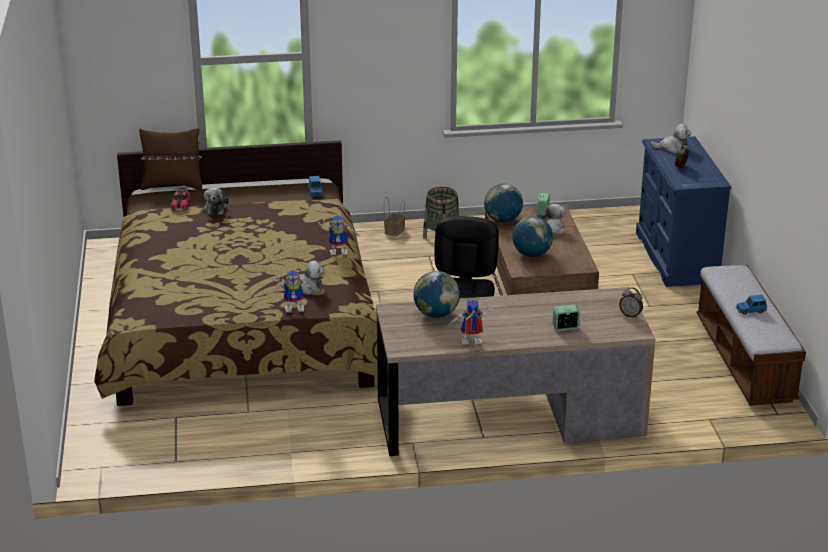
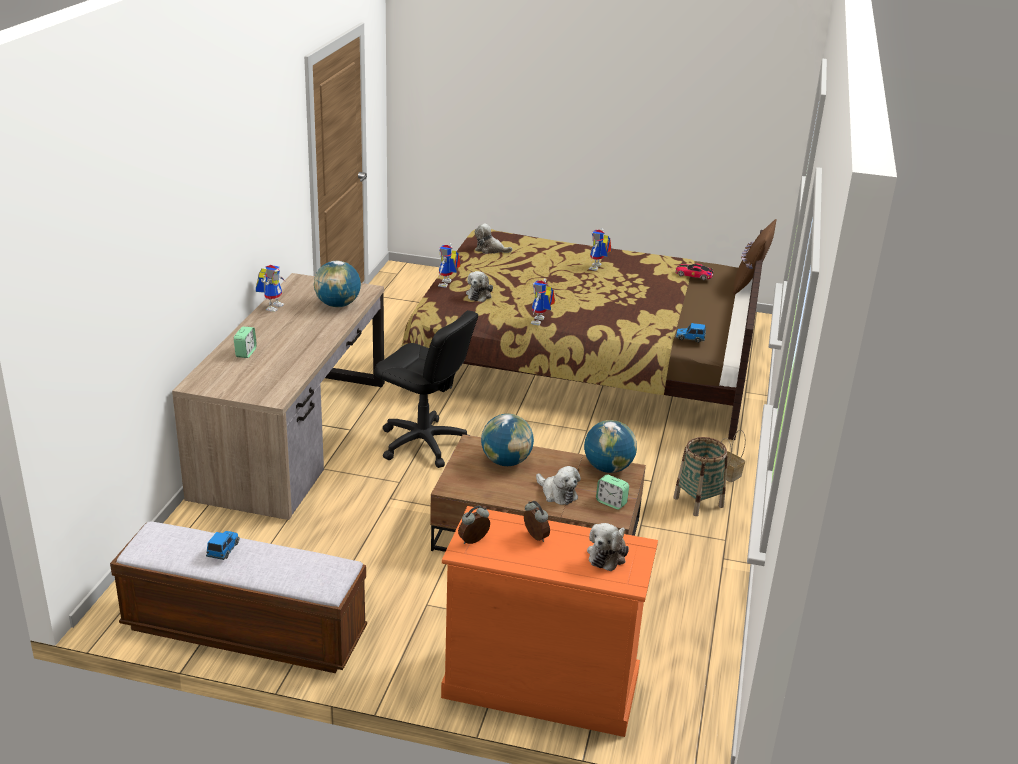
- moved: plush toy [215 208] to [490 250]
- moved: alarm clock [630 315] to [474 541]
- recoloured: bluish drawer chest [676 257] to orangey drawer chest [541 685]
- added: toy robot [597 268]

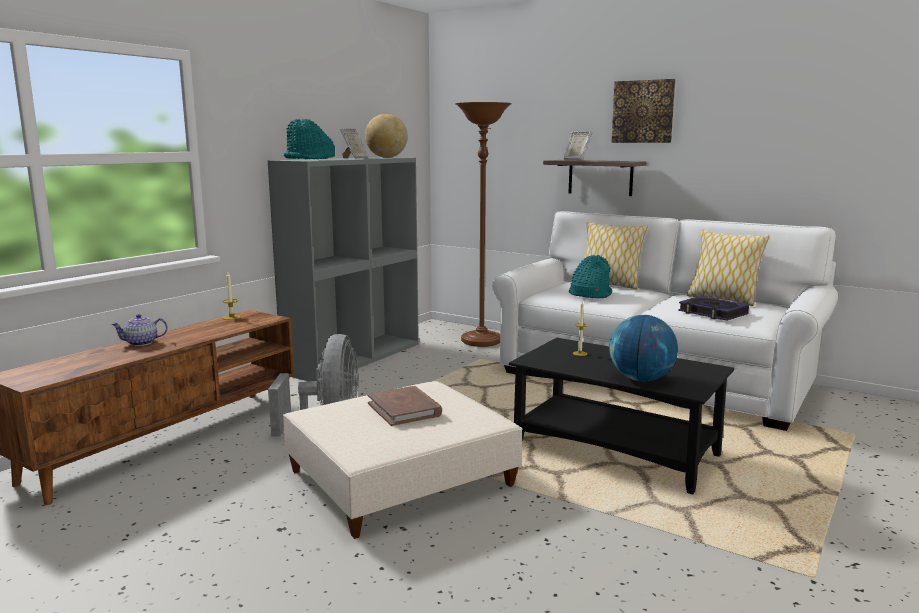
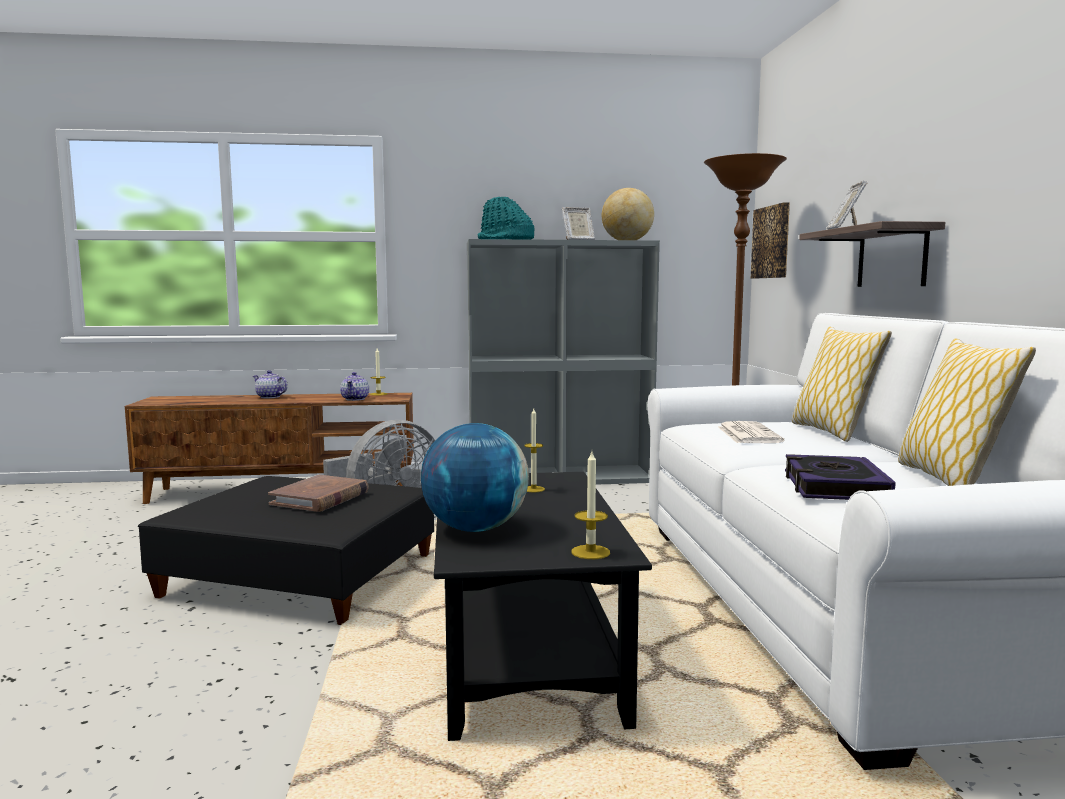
- recoloured: beige ottoman [400 478] to black-coloured ottoman [300 575]
- replaced: turquoise-coloured wearable hat [589 294] to newspaper [747 434]
- moved: wall art [643 111] to [772 242]
- added: tea pot [355 399]
- added: wax candle [590 552]

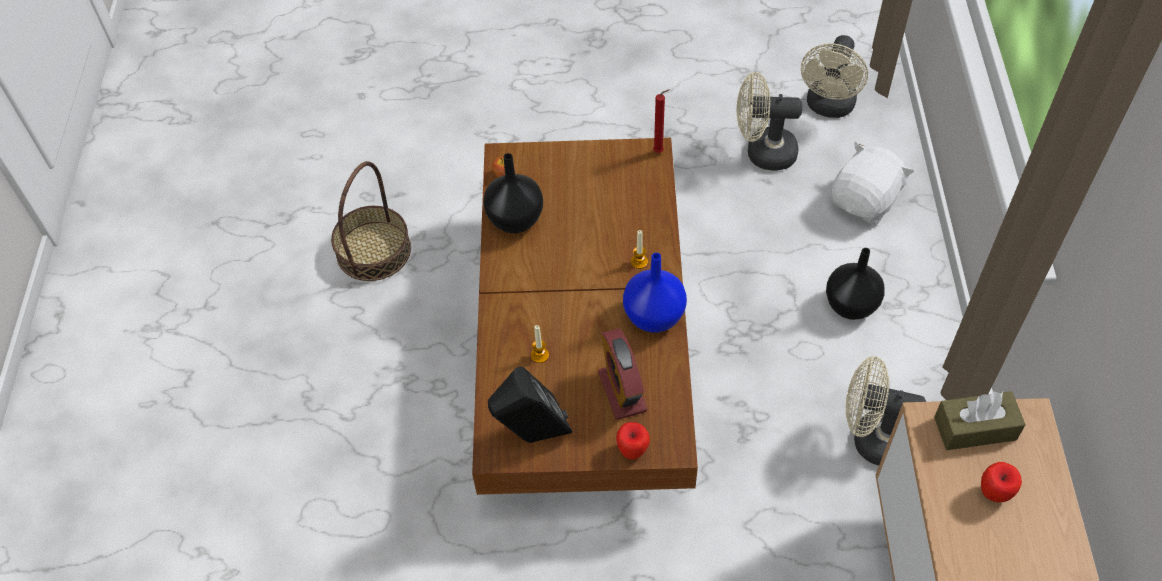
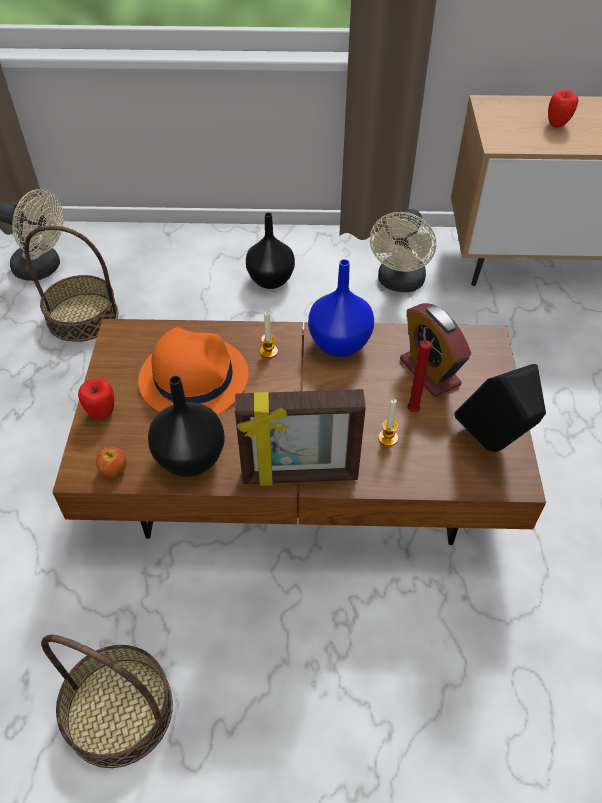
- turned: alarm clock [622 391] = [429 372] 75 degrees clockwise
- moved: apple [632 451] to [102 413]
- moved: red wax candle [660 151] to [412 409]
- replaced: beige fan [762 152] to basket [83 317]
- removed: whitish plush toy [865 201]
- removed: brown tissue box [975 428]
- added: orangey wearable hat [193 377]
- added: photo frame [300 476]

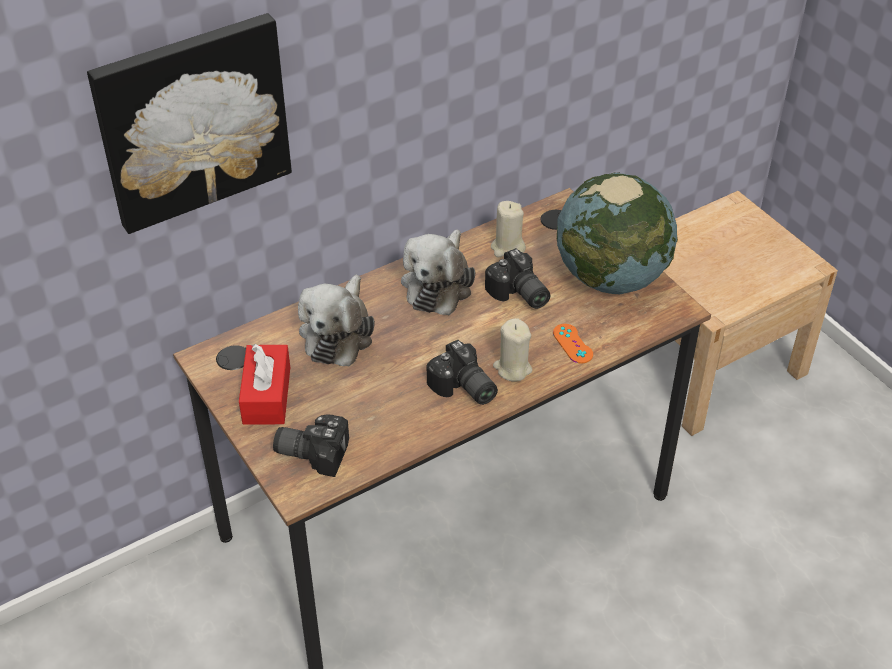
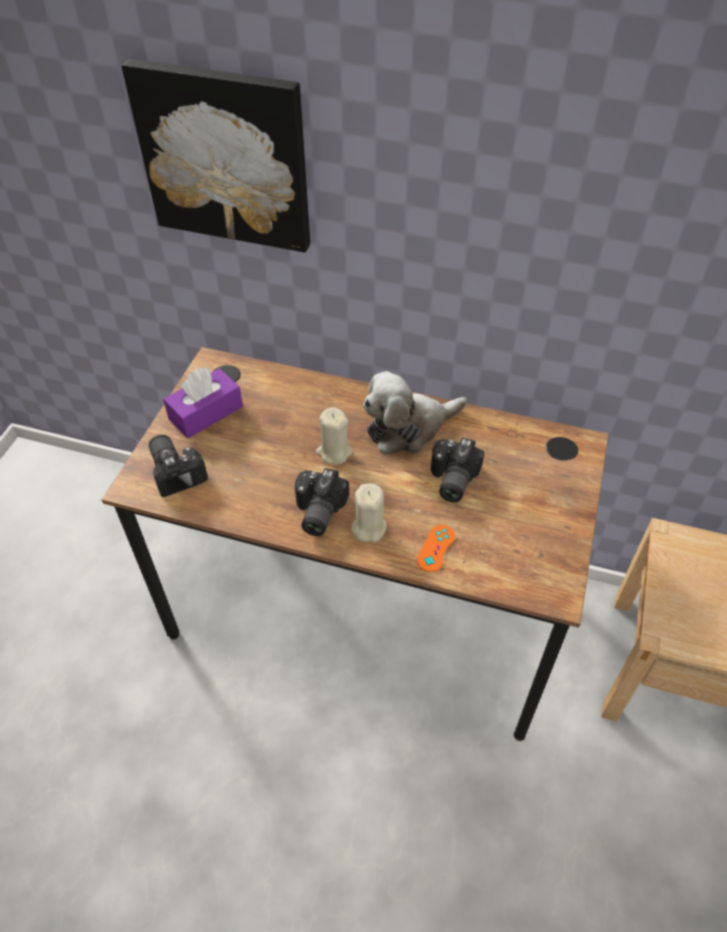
- recoloured: red tissue box [266 395] to purple-coloured tissue box [206 413]
- removed: plush toy [338 333]
- moved: beige wax candle [507 248] to [334 452]
- removed: world globe [611 278]

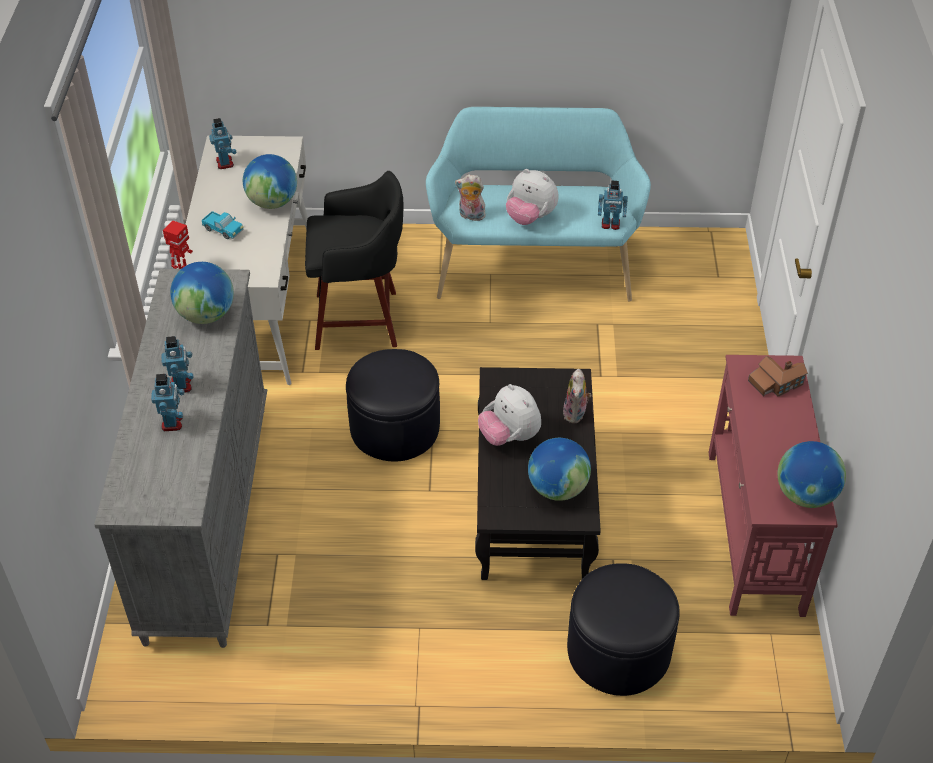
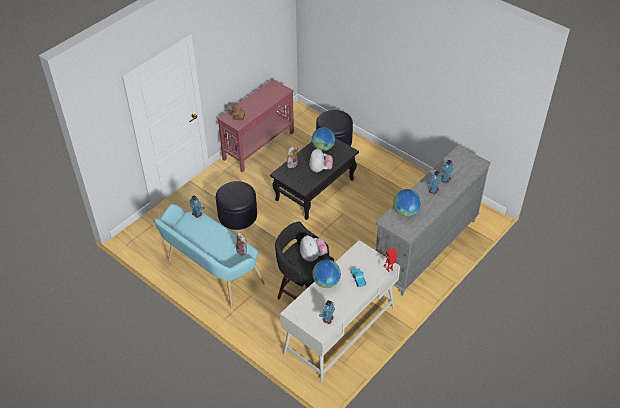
- moved: black-coloured ottoman [394 428] to [237 215]
- moved: plush toy [530 217] to [313 256]
- removed: world globe [805 495]

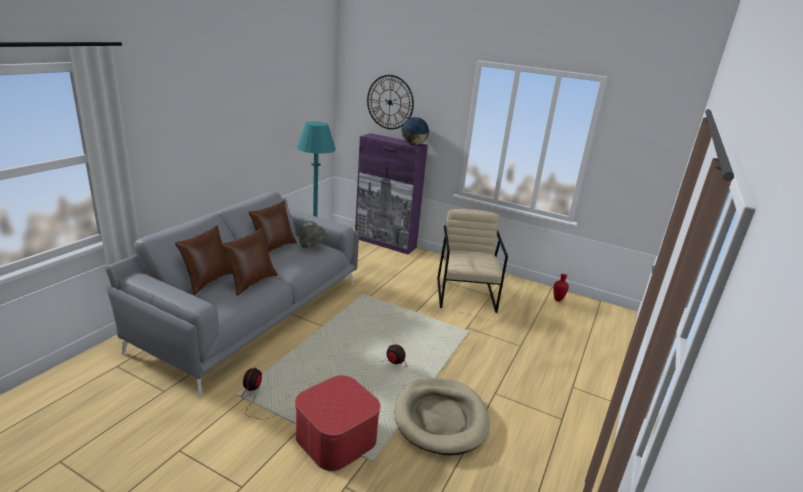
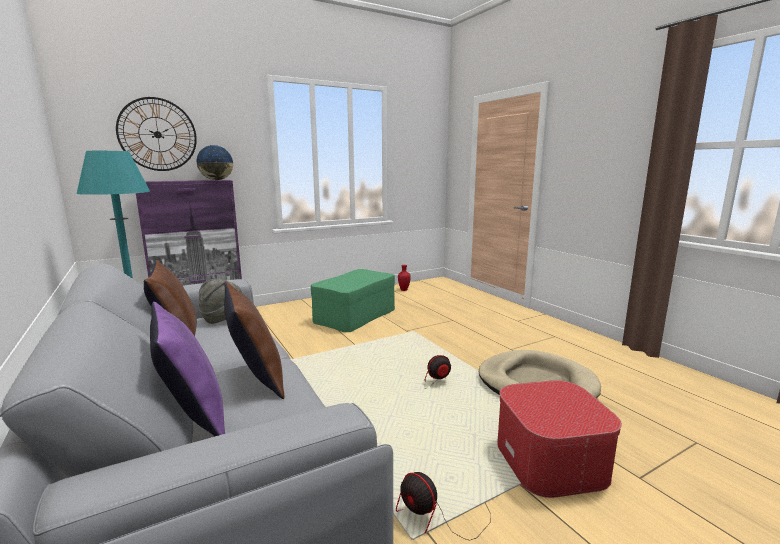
- recoloured: brown pillow [208 281] to purple-coloured pillow [193 417]
- replaced: beige lounge chair [466 294] to greenish ottoman [355 315]

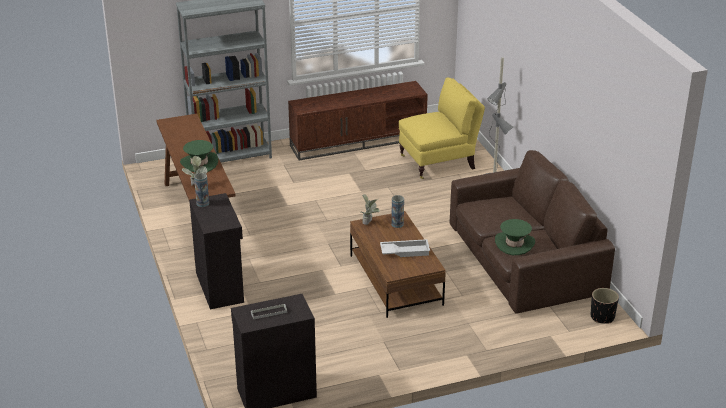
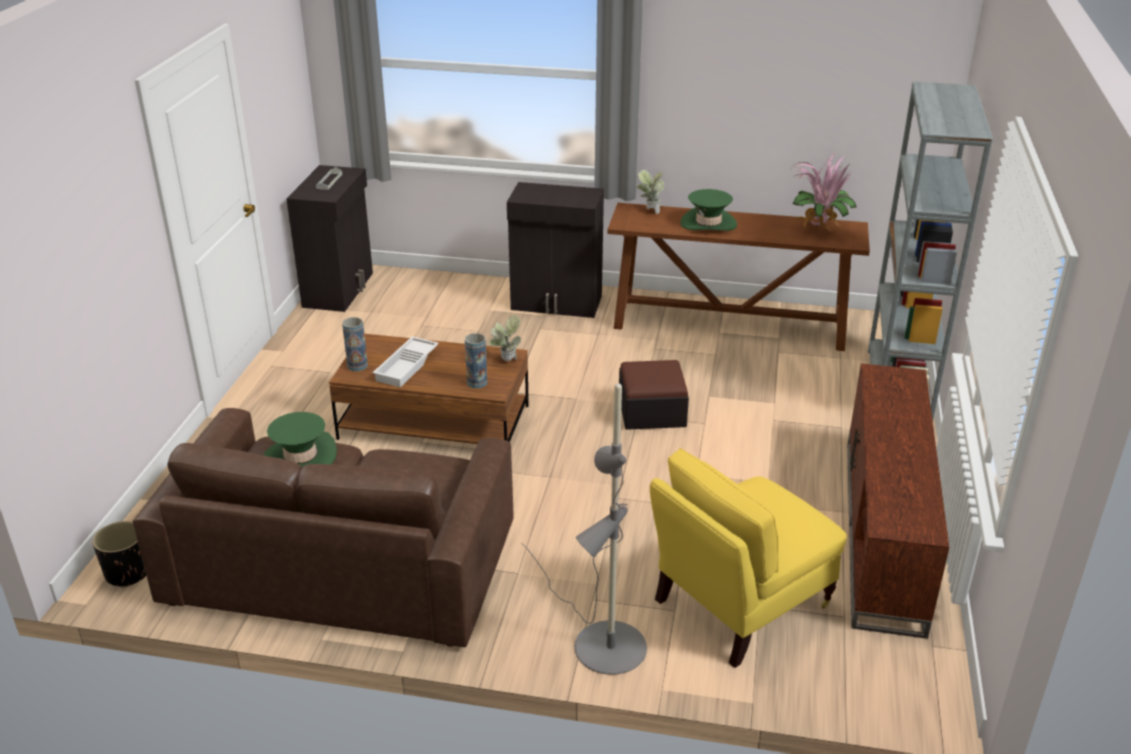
- moved: decorative vase [202 203] to [357 365]
- turned: yellow-coloured lounge chair [439 162] = [738 605] 45 degrees clockwise
- added: ottoman [652 411]
- added: plant in a pot [818 231]

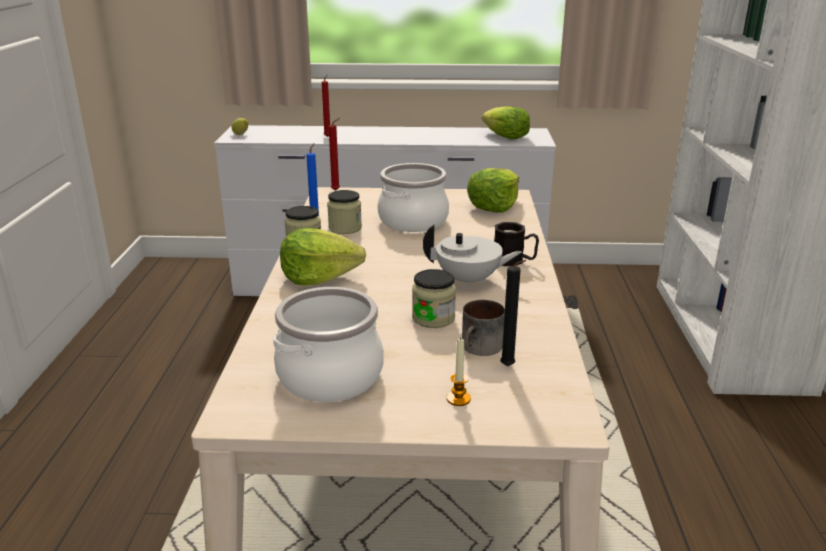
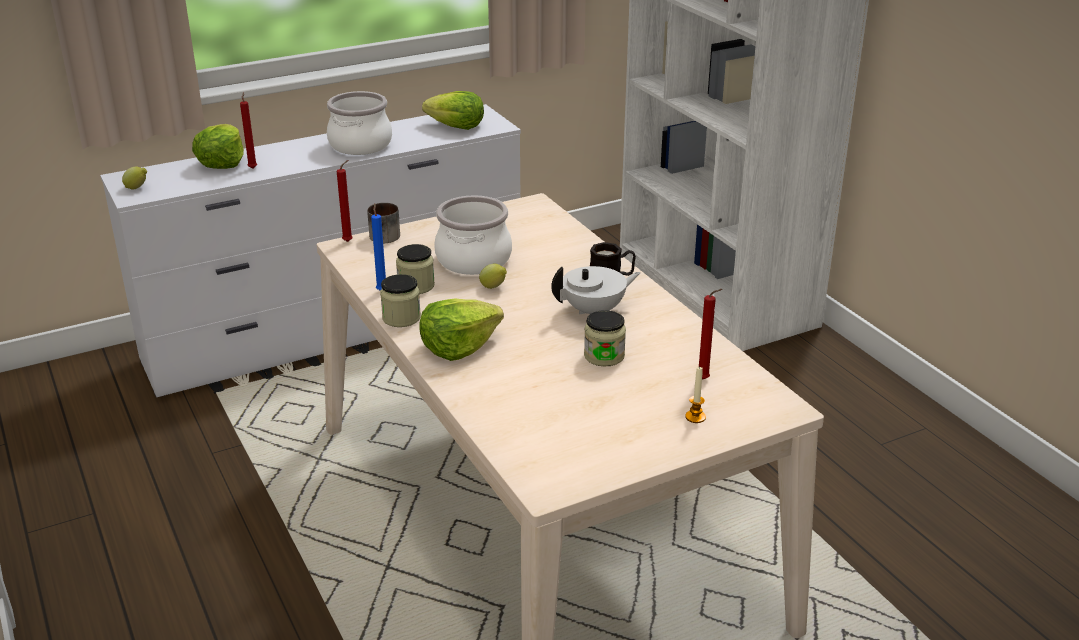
- moved: cooking pot [329 376] to [359 145]
- moved: tea mug [481 348] to [385 238]
- moved: lettuce head [494 206] to [222 162]
- recoloured: black-coloured wax candle [509 367] to red wax candle [705 379]
- added: citrus fruit [494 287]

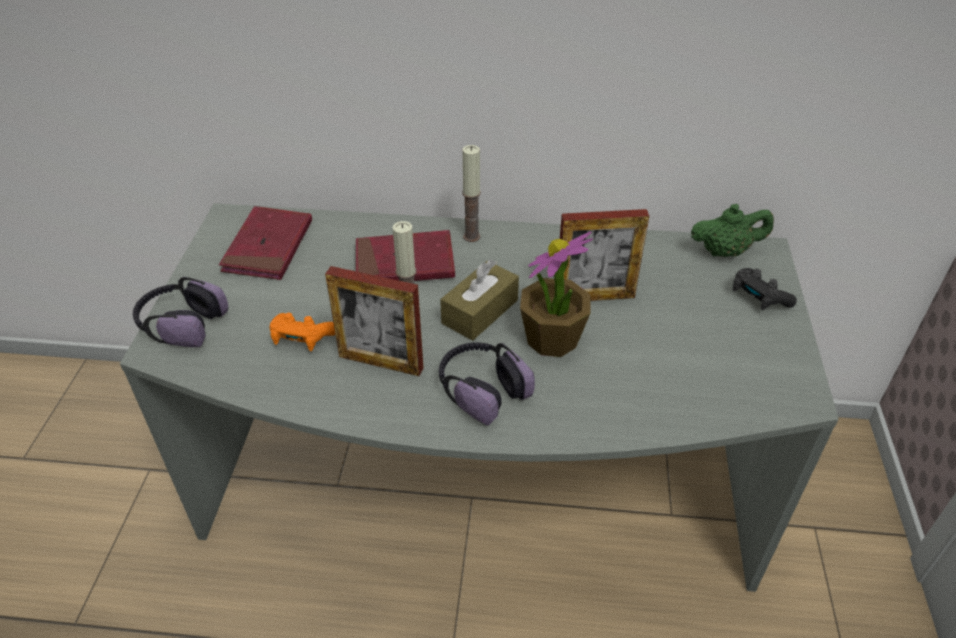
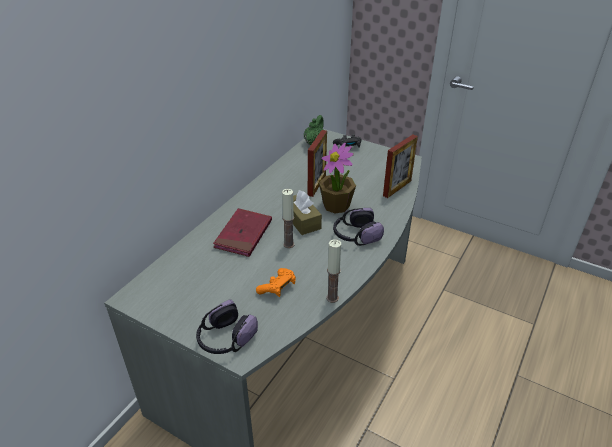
- removed: red volume [268 247]
- moved: photo frame [381 362] to [397 188]
- moved: wax candle [471 236] to [332 298]

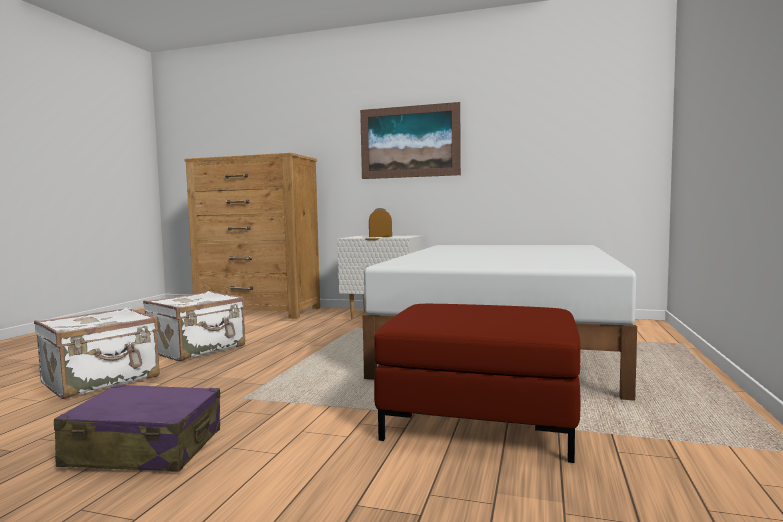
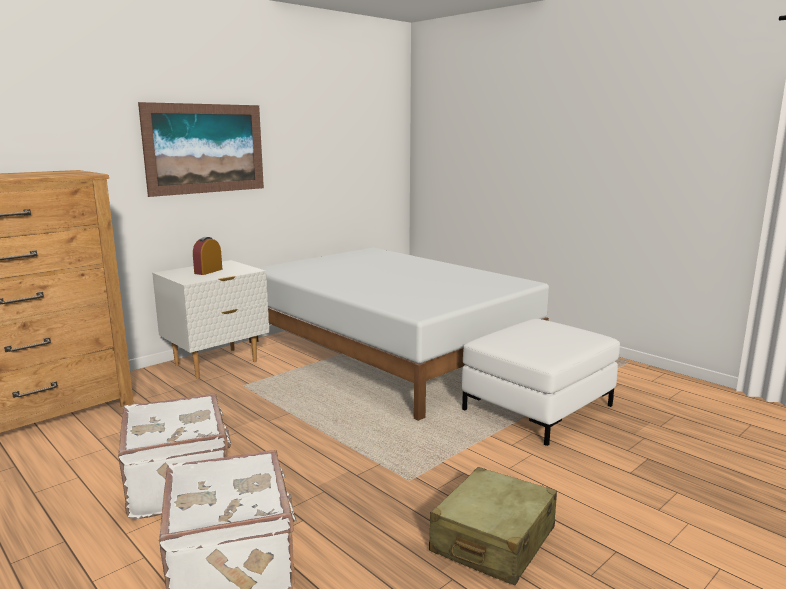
- recoloured: purple-coloured piece of luggage [145 448] to beige piece of luggage [493 540]
- recoloured: red ottoman [481 419] to whitish ottoman [537 407]

